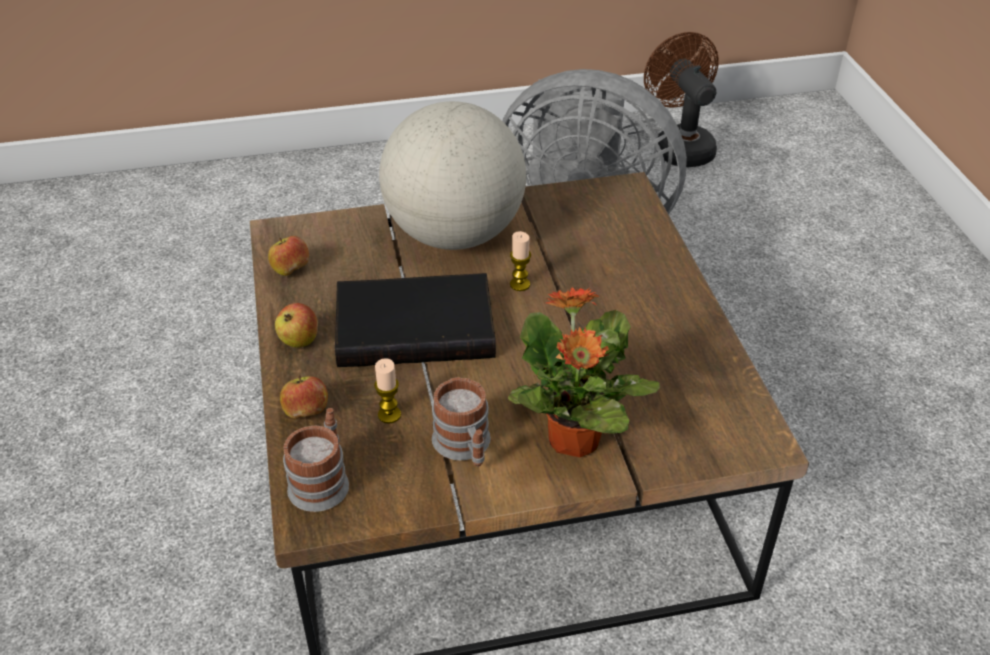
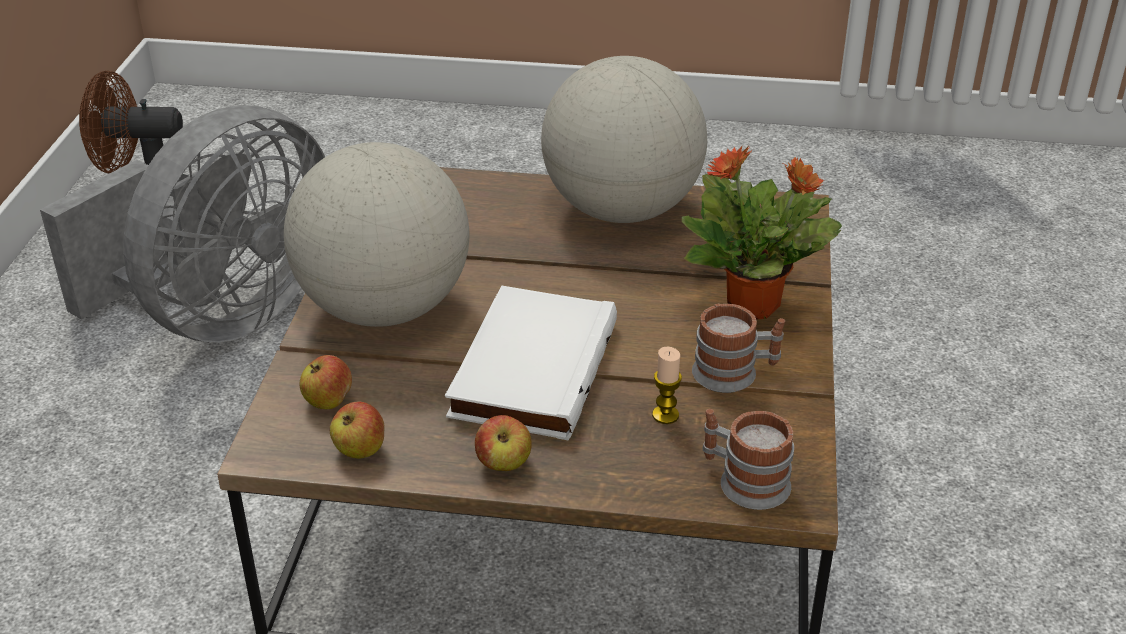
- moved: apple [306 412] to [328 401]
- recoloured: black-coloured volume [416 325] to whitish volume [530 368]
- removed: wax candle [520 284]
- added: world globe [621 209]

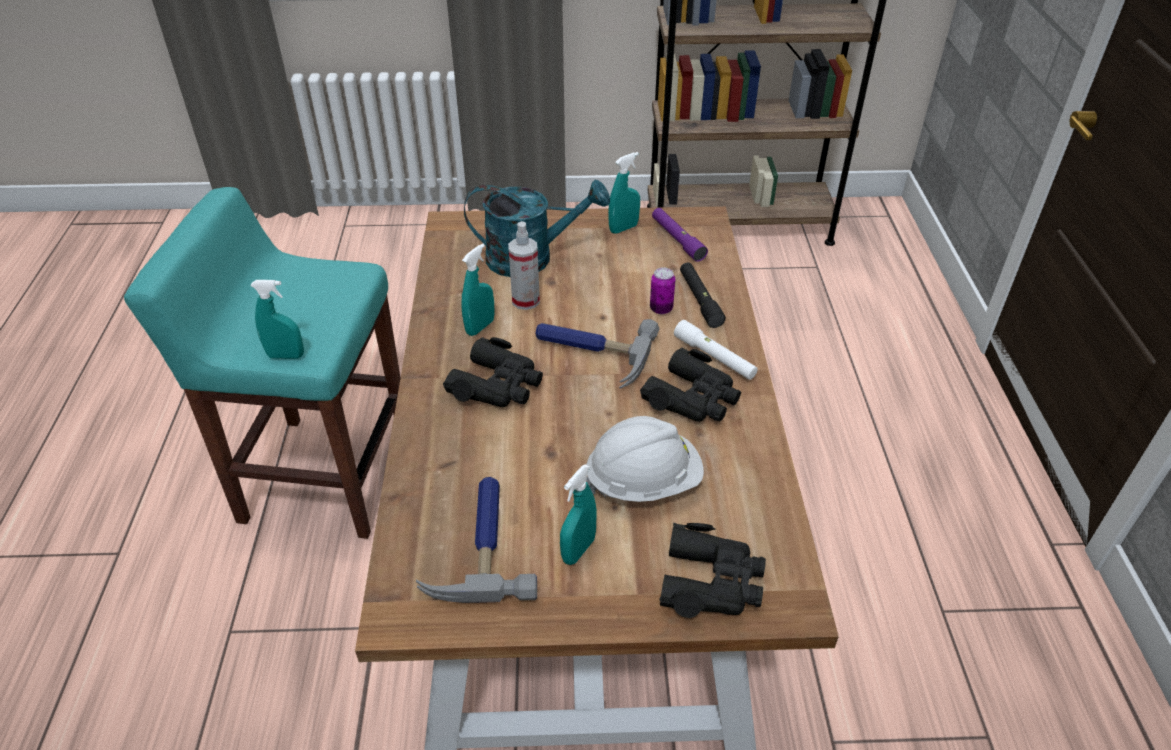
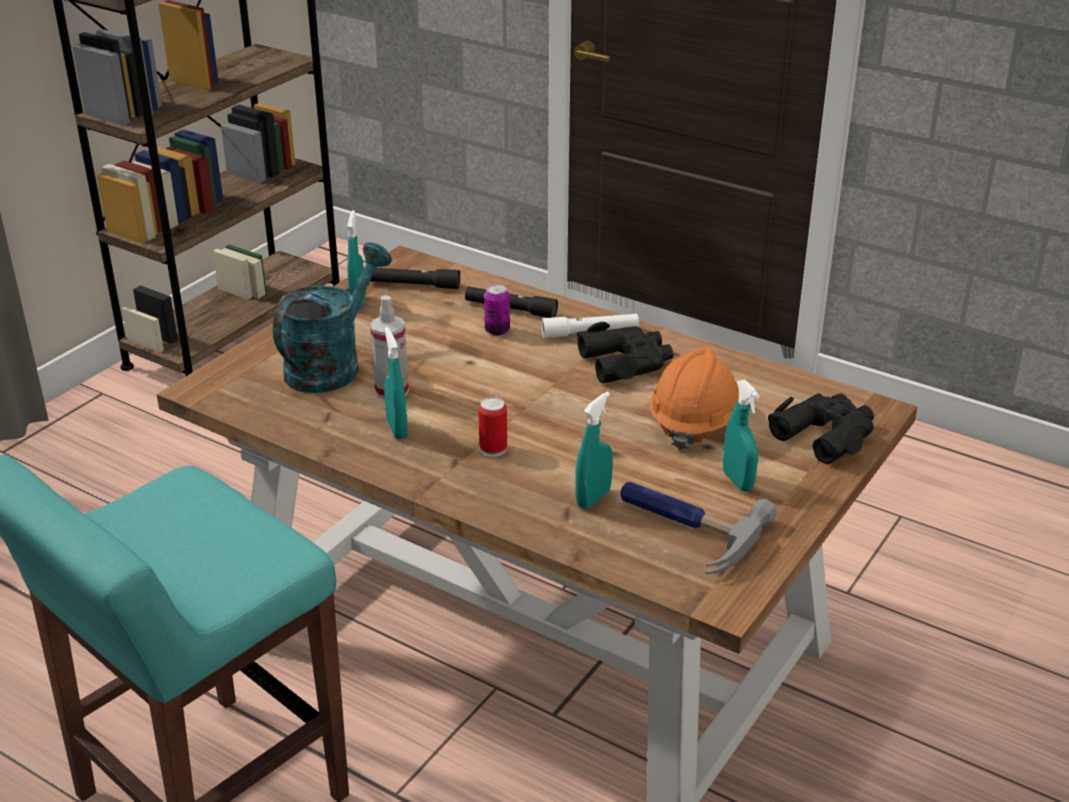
- moved: turquoise-coloured sprayer [286 356] to [593 498]
- replaced: black-coloured binoculars [497 385] to can [493 449]
- removed: hammer [591 352]
- recoloured: whitish hard hat [643 481] to orangey hard hat [694 422]
- recoloured: purple-coloured hand torch [677 240] to black-coloured hand torch [414 285]

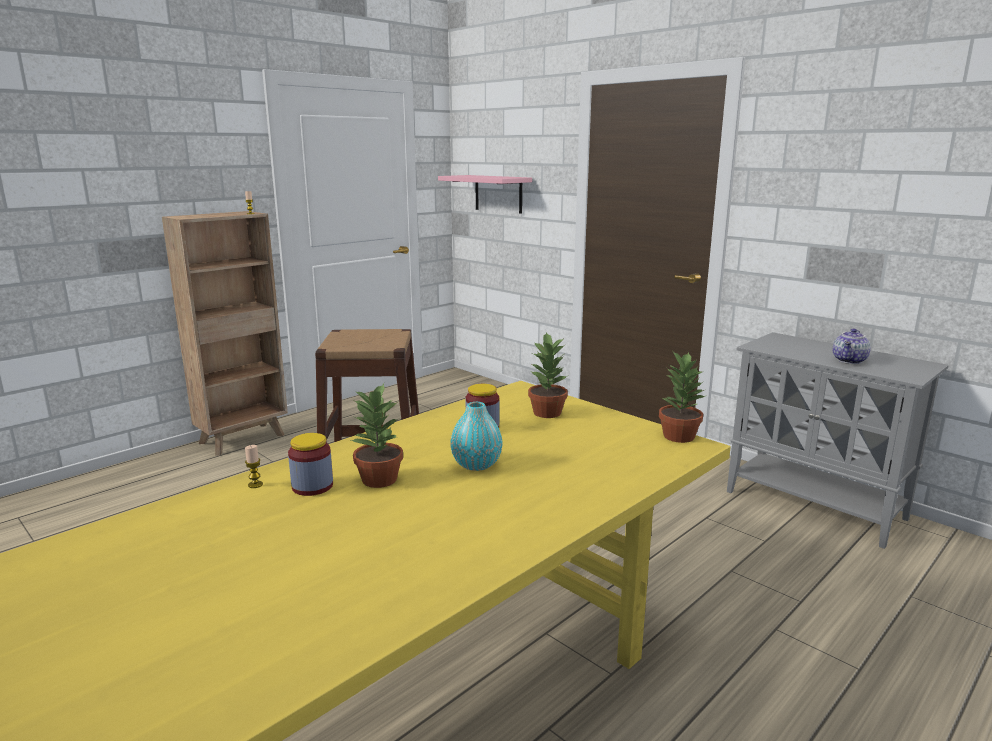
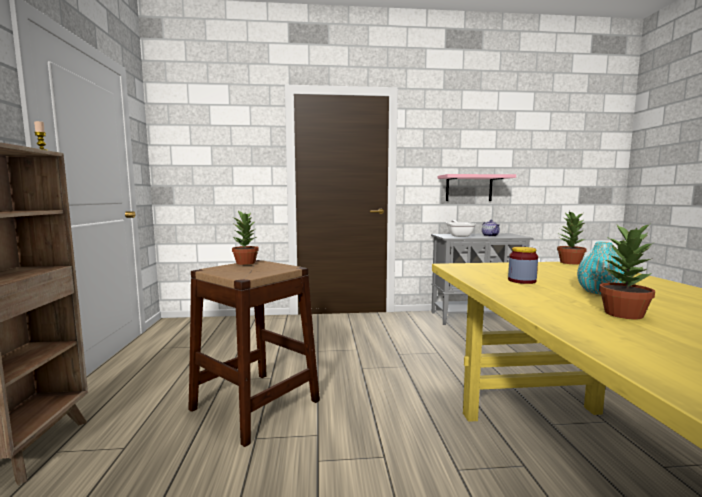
- removed: wax candle [255 485]
- removed: jar [312 486]
- moved: pink-coloured wall shelf [498 193] to [469 188]
- moved: plant in a pot [548 412] to [246 263]
- added: pan [459 235]

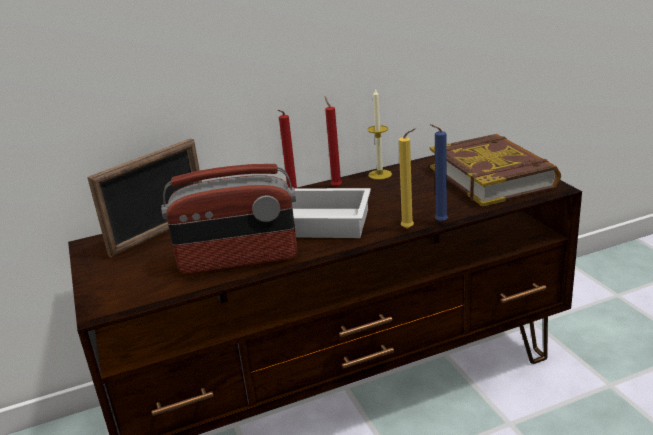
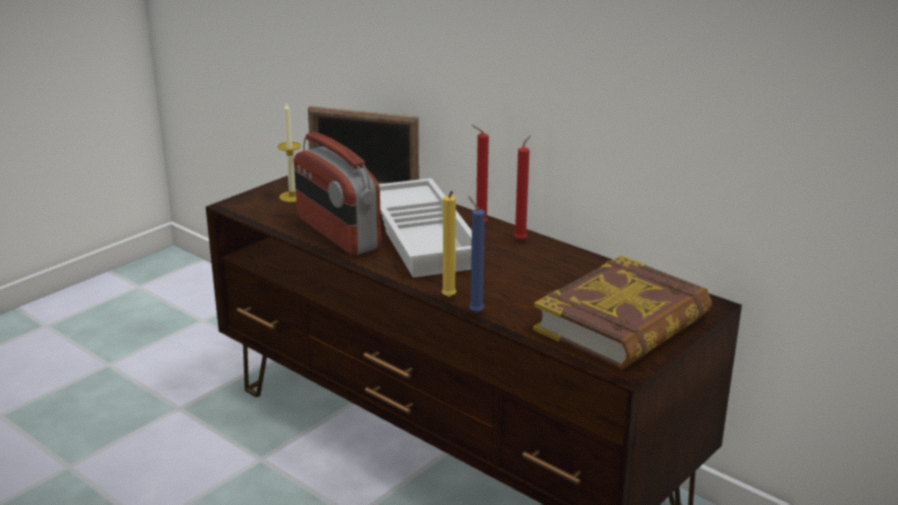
- moved: wax candle [380 174] to [292 196]

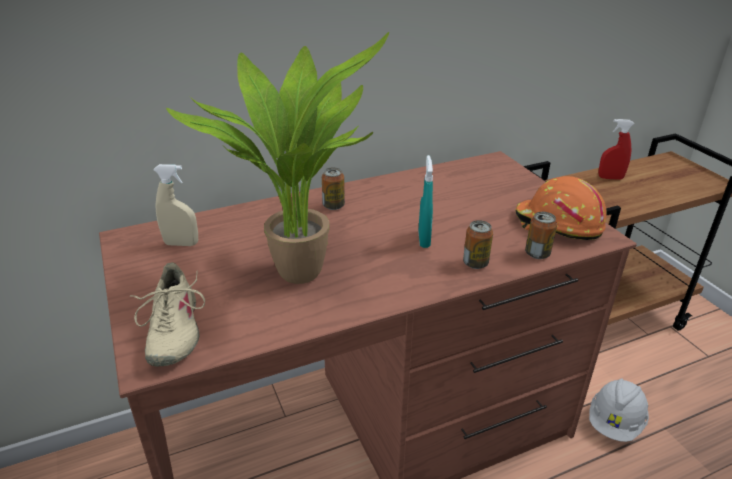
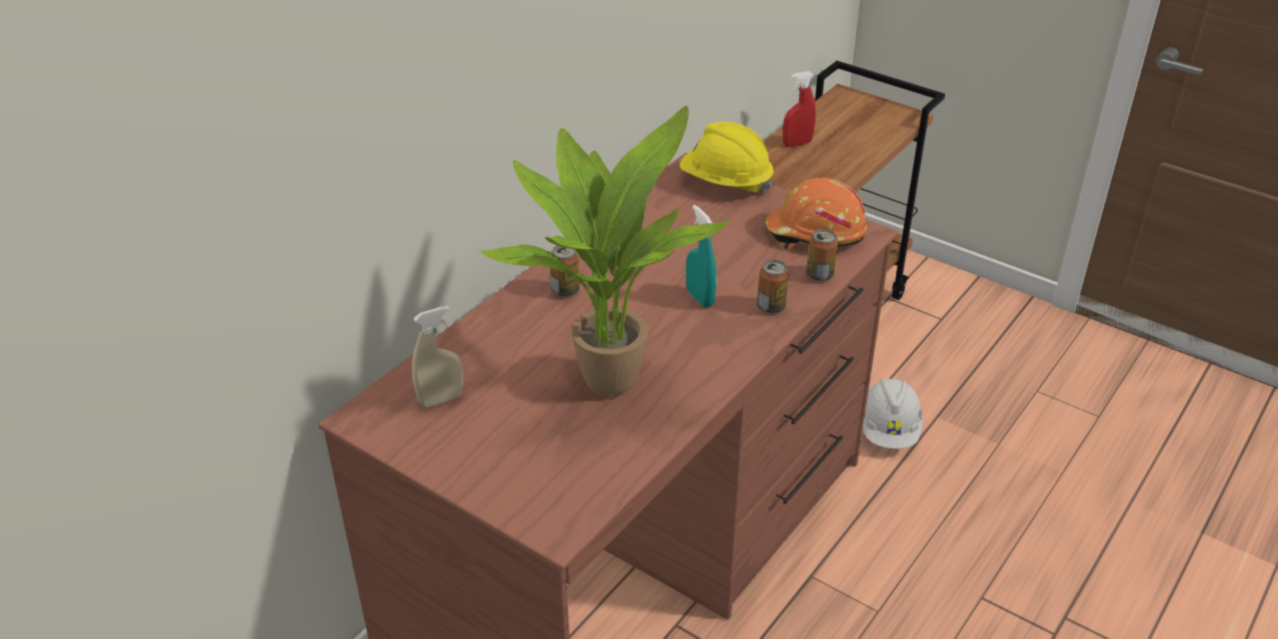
- removed: beige low shoe [173 331]
- added: yellow-coloured hard hat [725 183]

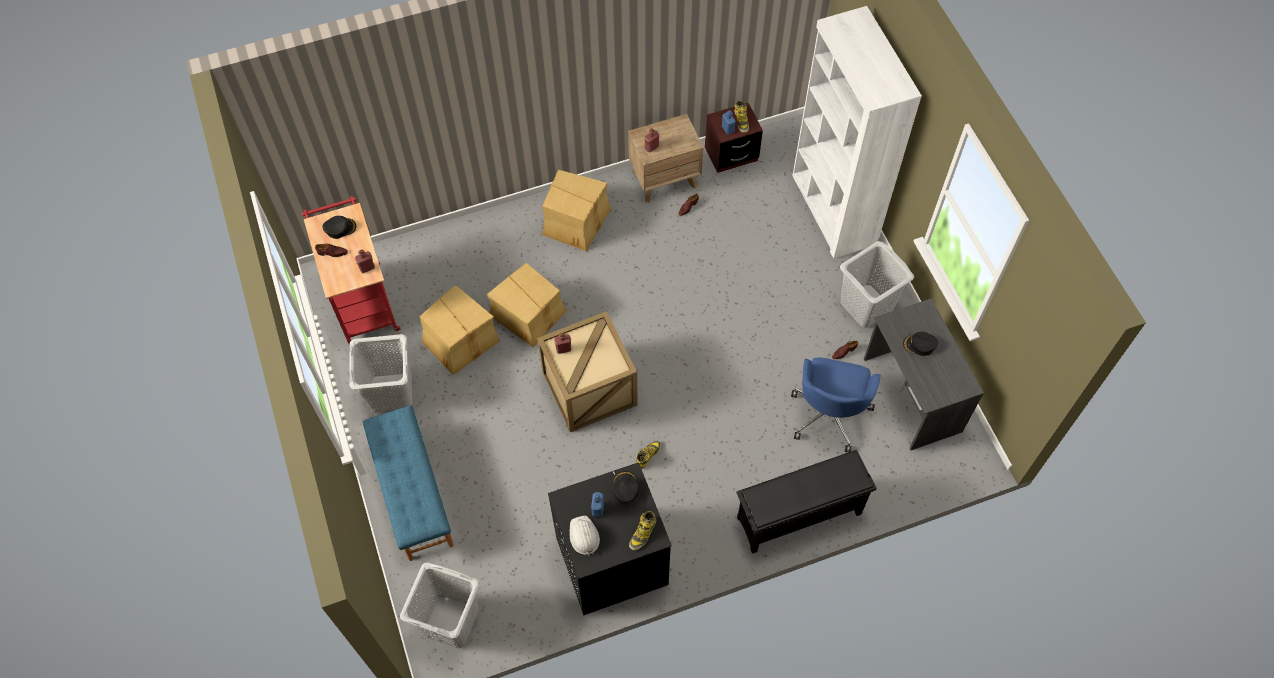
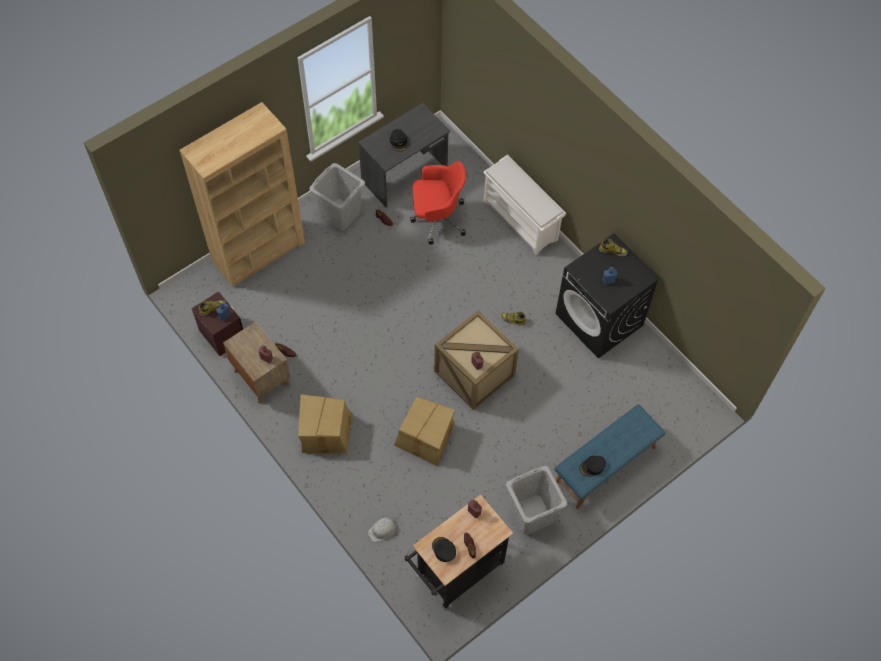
- recoloured: red trolley [362 299] to black-coloured trolley [456 573]
- removed: grey washing basket [450 621]
- removed: cardboard box [460 340]
- moved: whitish hard hat [583 536] to [382 530]
- moved: black-coloured peaked cap [625 488] to [592 467]
- recoloured: black-coloured shoe stand [798 517] to whitish shoe stand [521 220]
- recoloured: bluish office chair [829 413] to red office chair [437 218]
- recoloured: whitish bookshelf [833 210] to brown bookshelf [259 252]

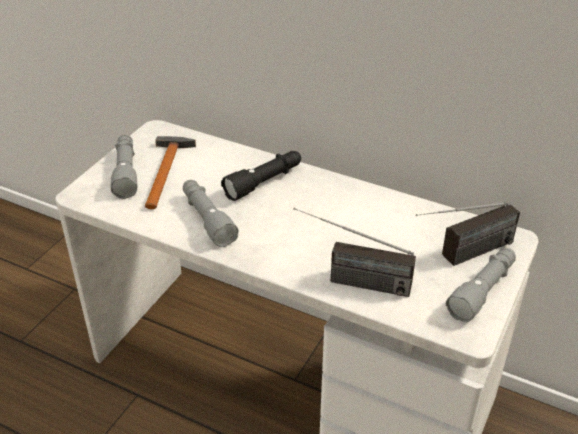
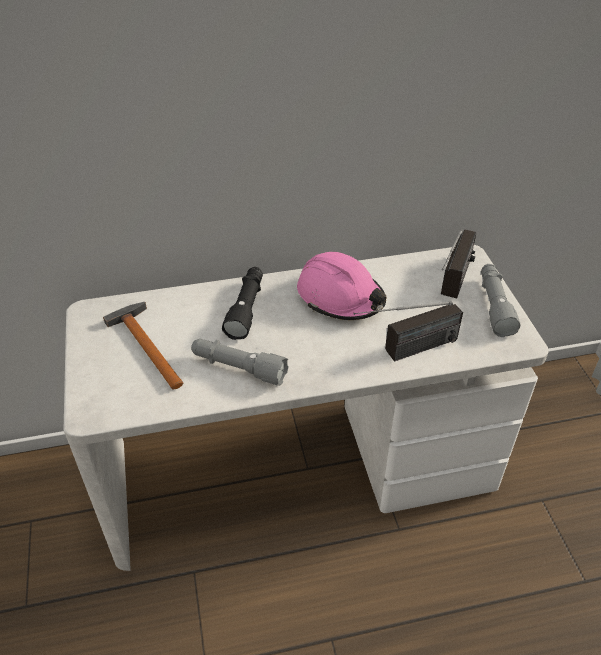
- removed: grey hand torch [126 172]
- added: pink-coloured hard hat [340 297]

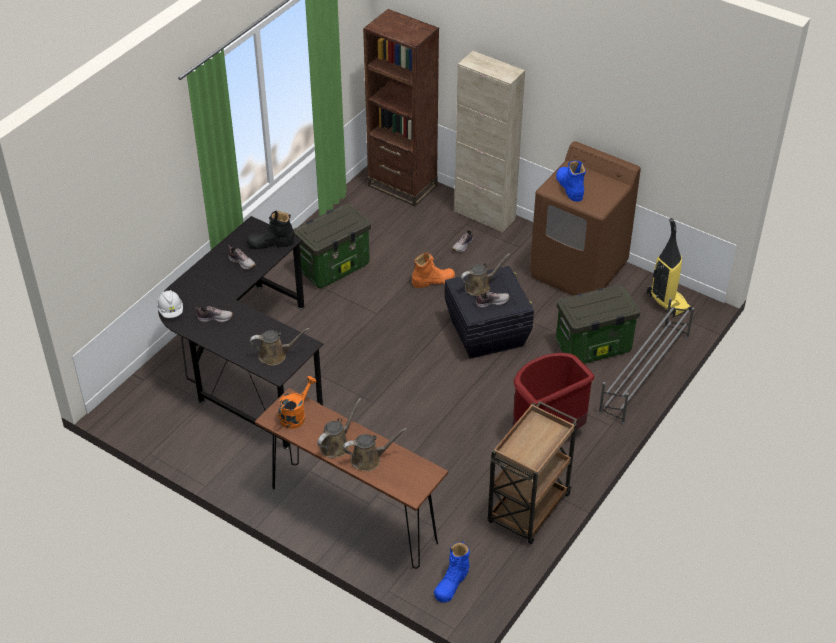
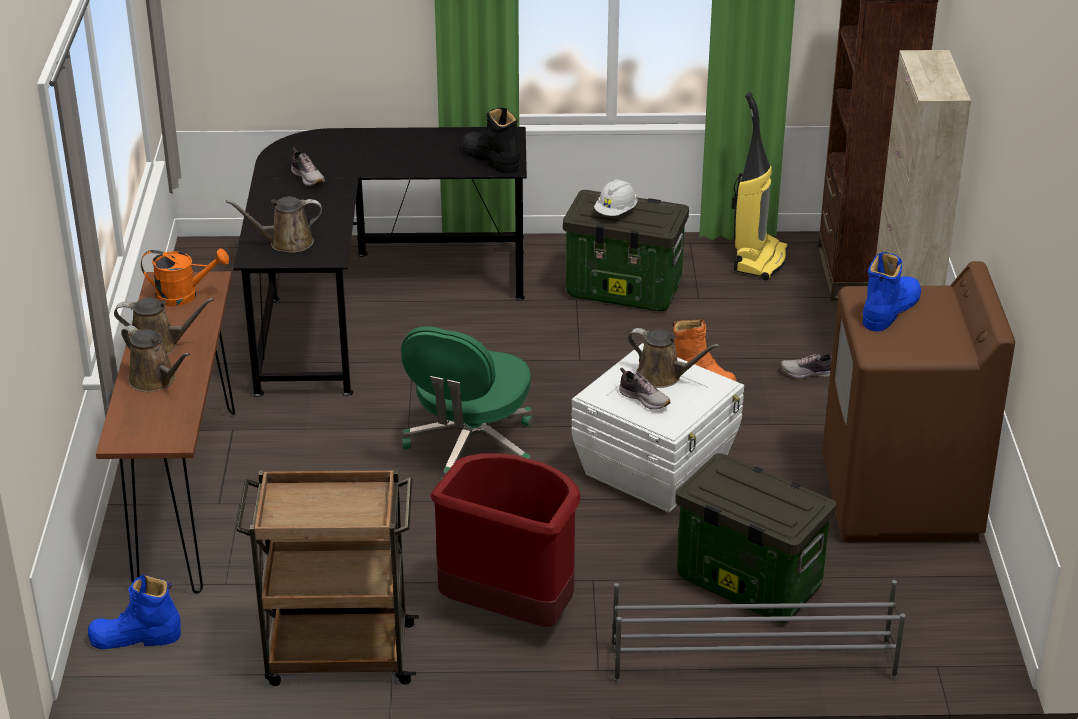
- moved: whitish hard hat [171 311] to [616 212]
- removed: low shoe [242 262]
- turned: brown watering can [275 355] = [286 243] 120 degrees clockwise
- recoloured: black-coloured storage bin [487 332] to whitish storage bin [656 468]
- moved: vacuum cleaner [667 302] to [759 260]
- added: greenish office chair [471 450]

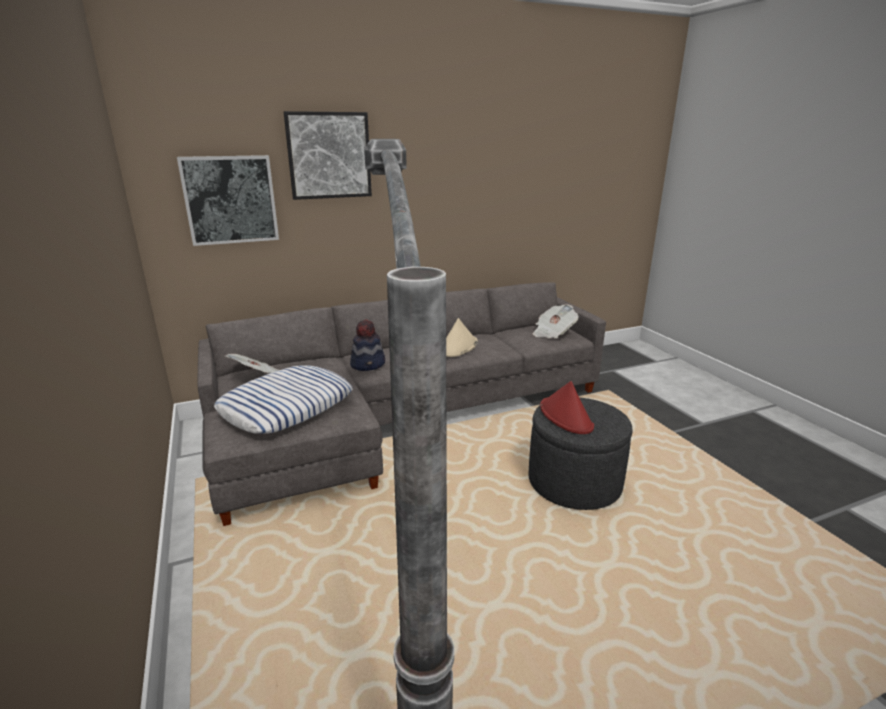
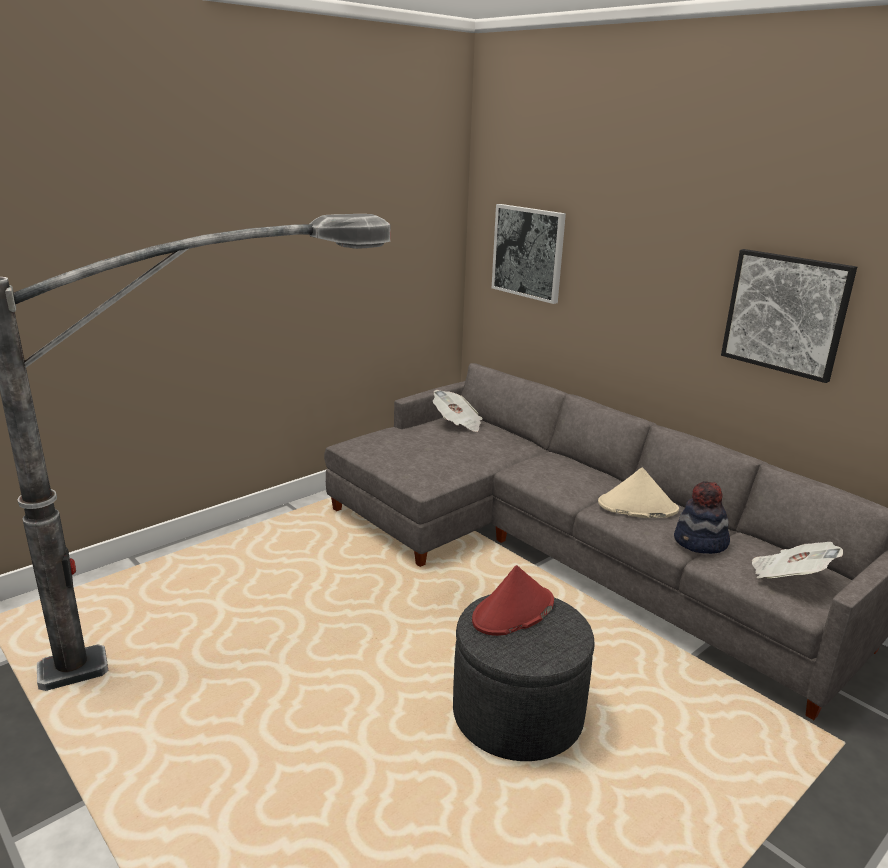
- removed: pillow [286 407]
- moved: wall art [329 155] to [785 313]
- moved: wearable hat [368 364] to [700 543]

